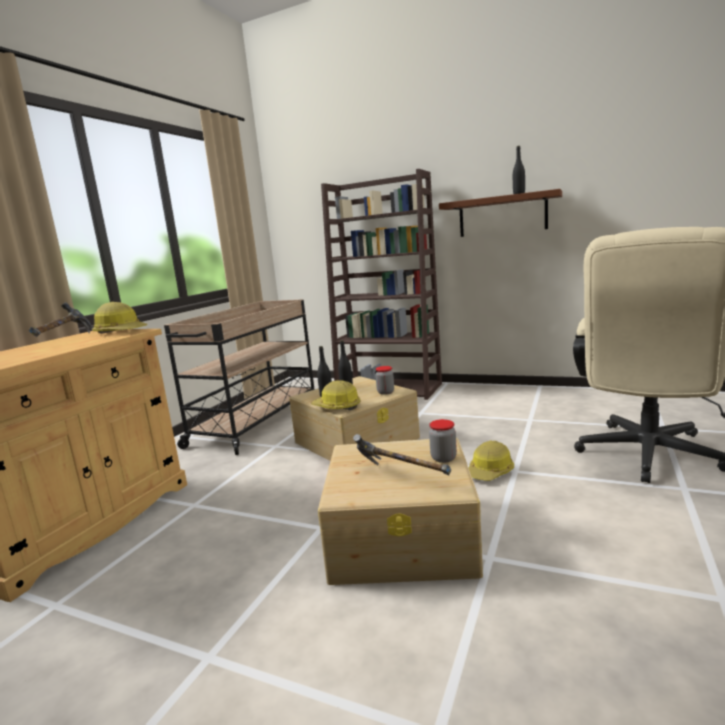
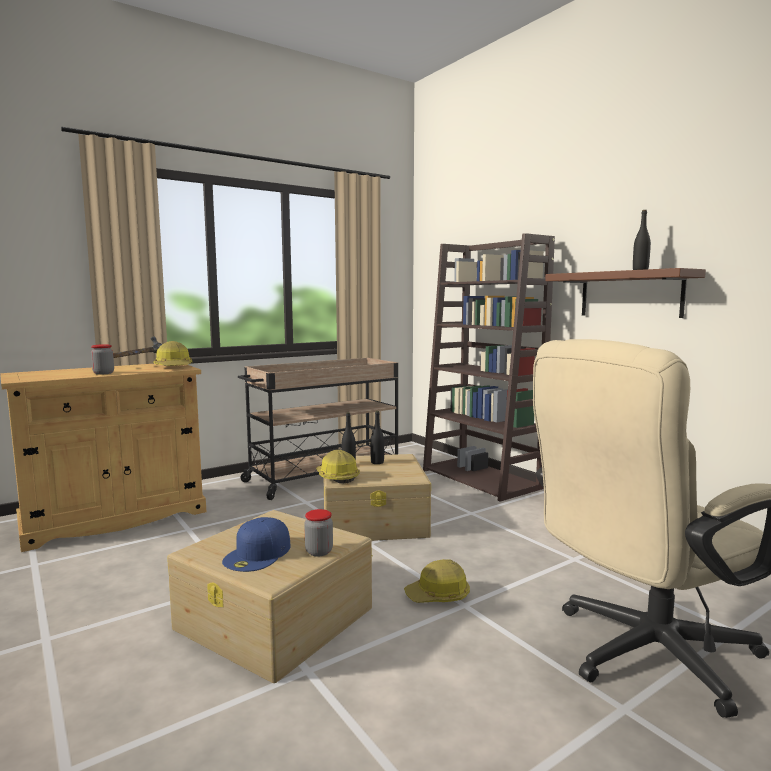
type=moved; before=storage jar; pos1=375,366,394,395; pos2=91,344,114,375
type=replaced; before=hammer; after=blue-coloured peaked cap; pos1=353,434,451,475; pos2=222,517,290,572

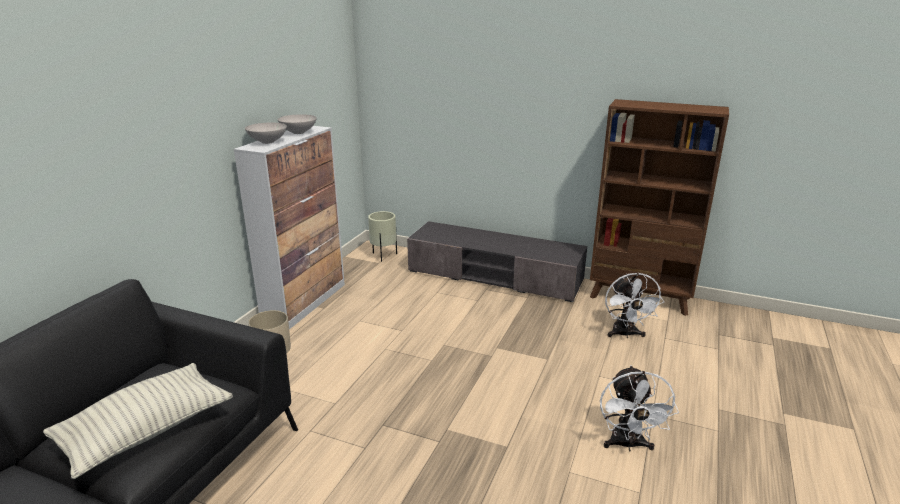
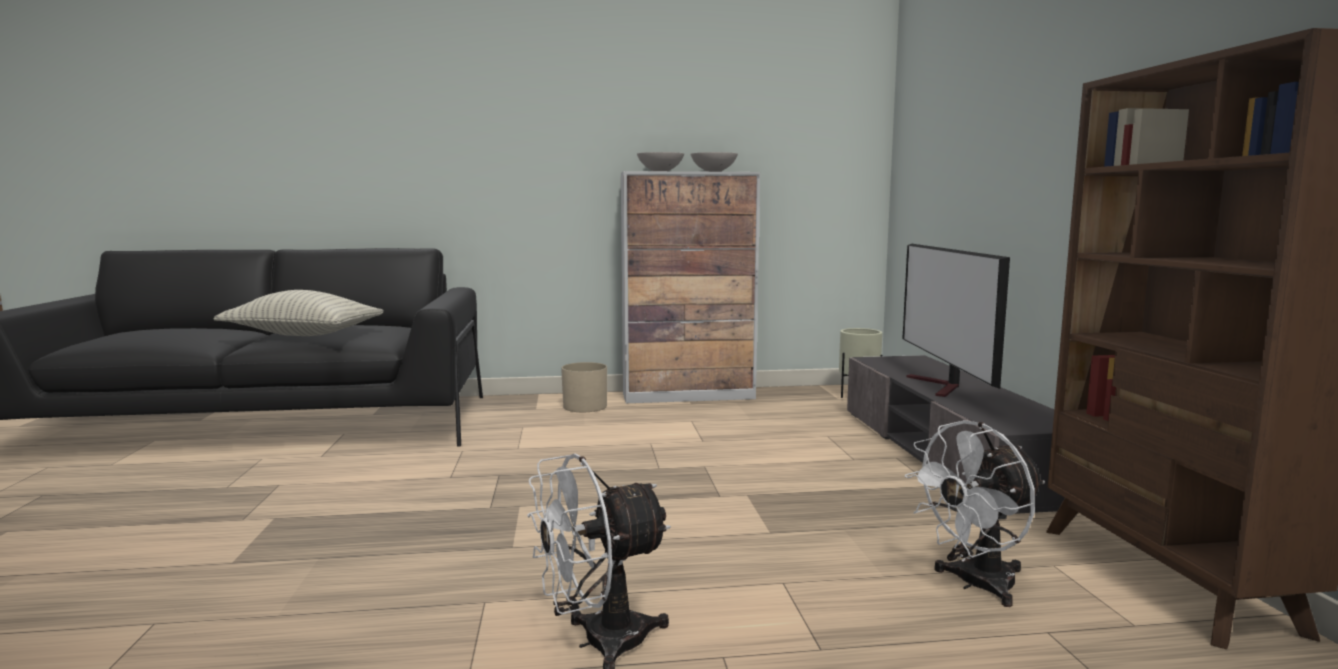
type=added; after=TV set; pos2=902,244,1010,397

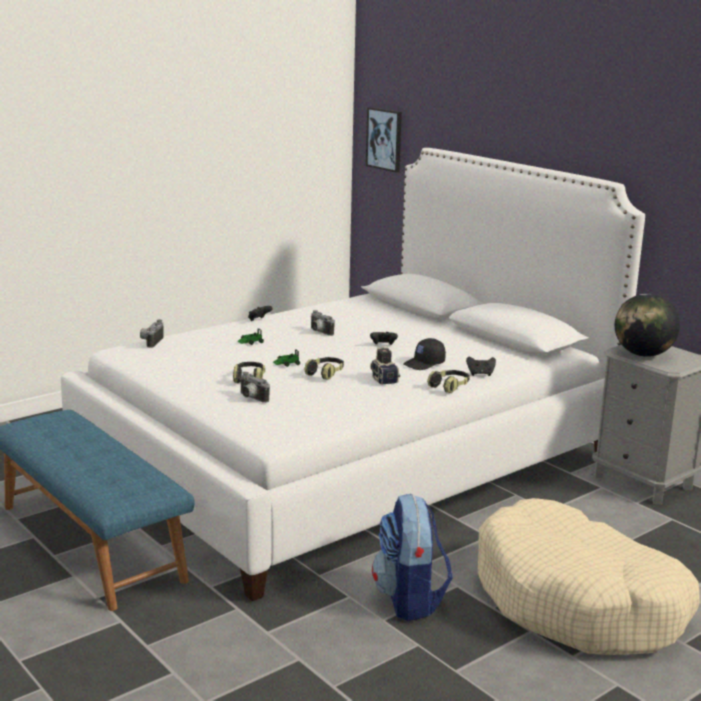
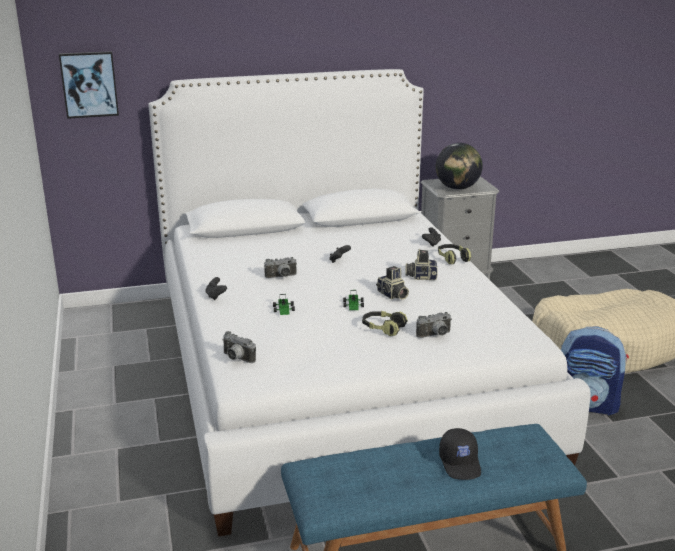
type=replaced; before=headset; after=photo camera; pos1=304,357,344,380; pos2=376,266,409,300
type=moved; before=blackish peaked cap; pos1=403,338,446,370; pos2=439,428,481,480

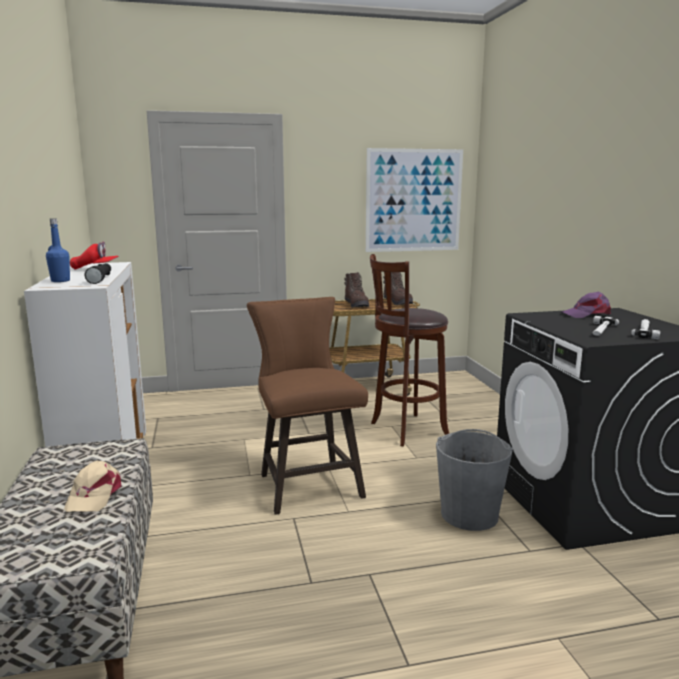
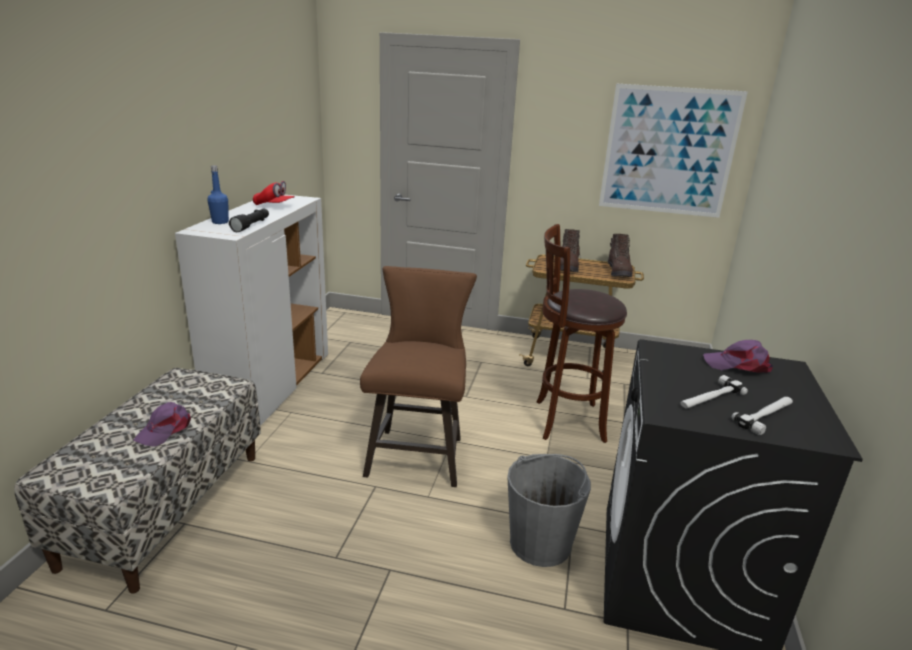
type=recoloured; before=sand-coloured peaked cap; after=purplish peaked cap; pos1=64,461,122,512; pos2=134,402,191,447

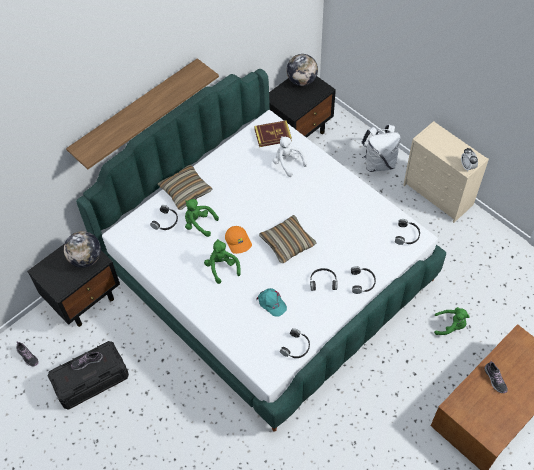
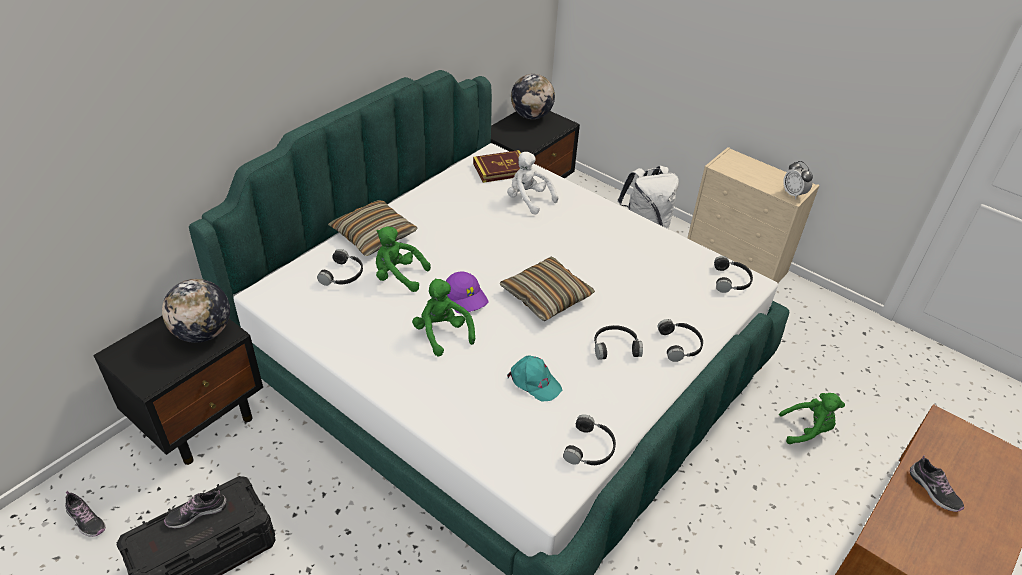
type=recoloured; before=orangey peaked cap; after=purplish peaked cap; pos1=225,226,252,254; pos2=446,272,489,313
type=removed; before=shelf; pos1=66,58,219,170

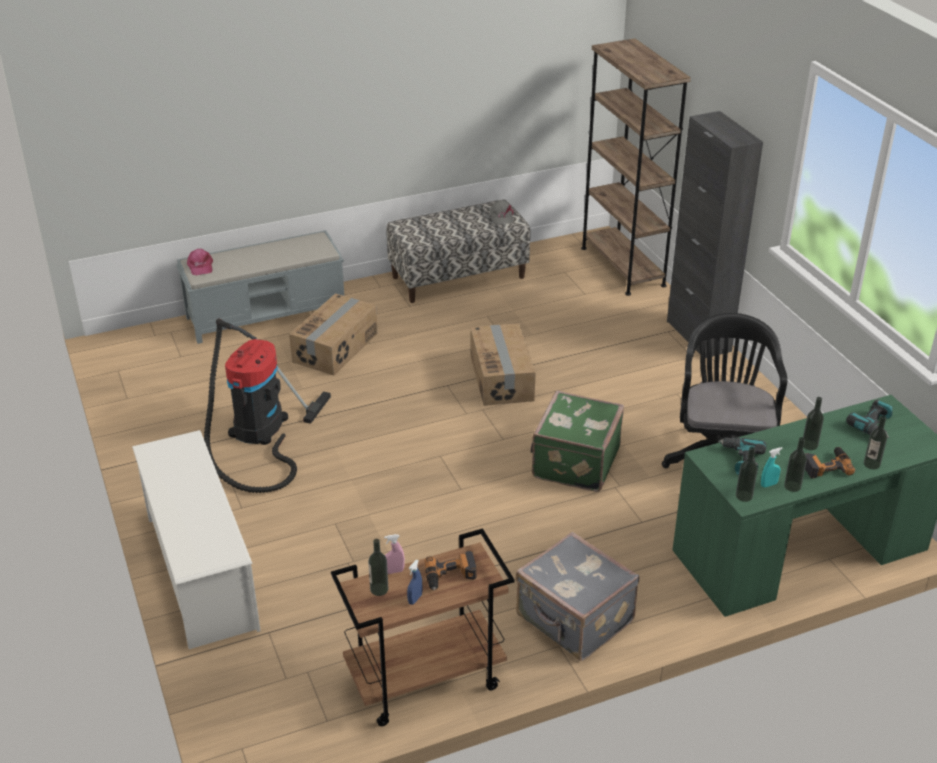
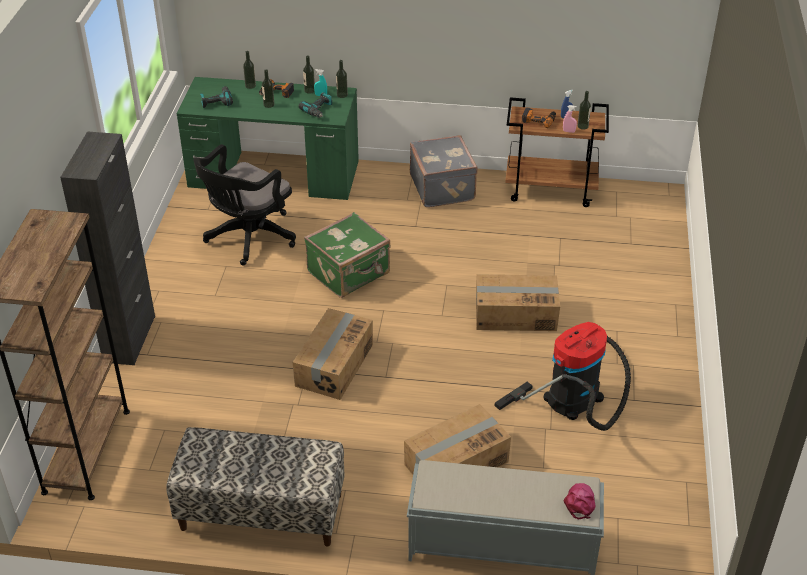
type=added; after=packing box; pos2=476,274,560,331
type=removed; before=white shoe rack; pos1=132,430,261,649
type=removed; before=greyish peaked cap; pos1=490,200,514,224

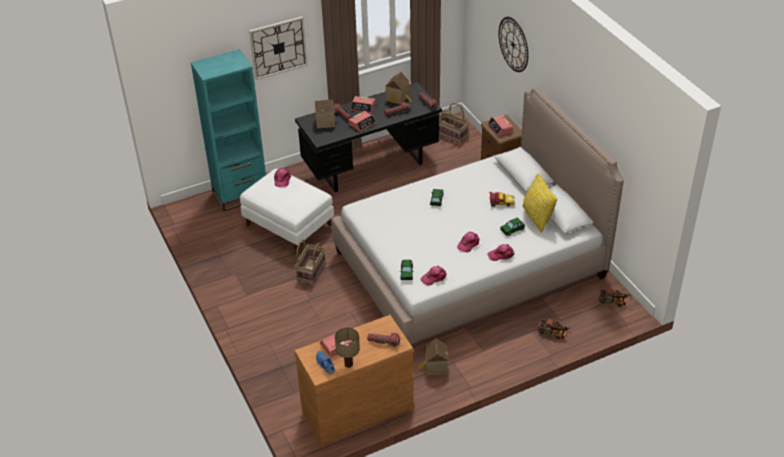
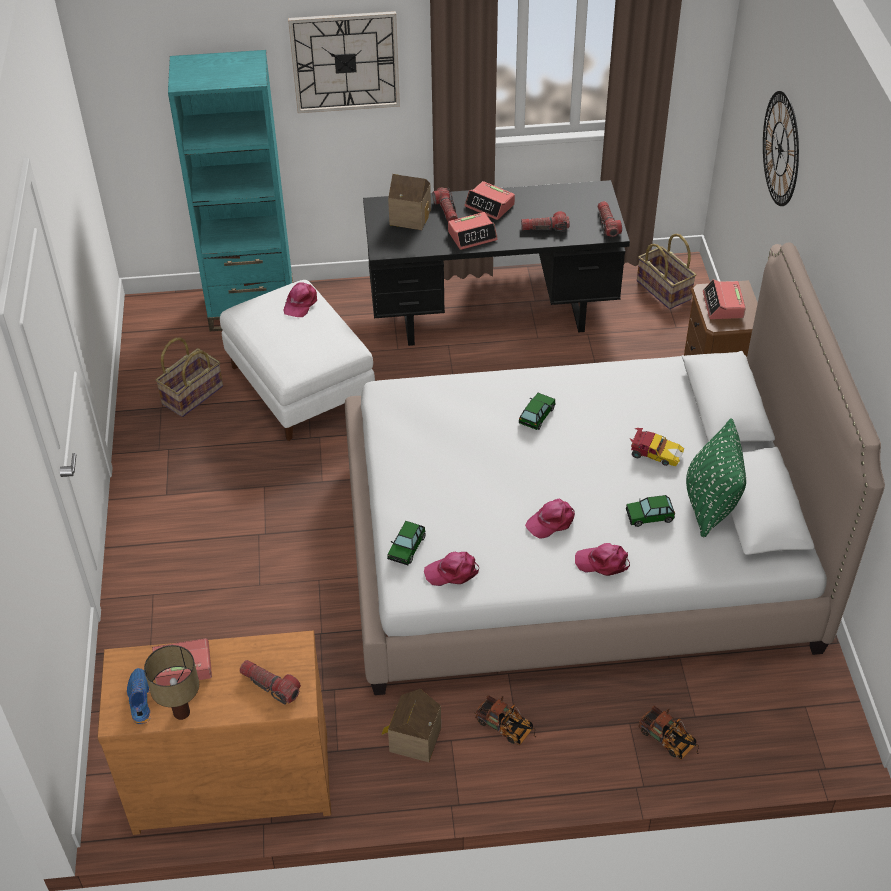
type=moved; before=basket; pos1=295,239,325,284; pos2=155,338,223,417
type=moved; before=model truck; pos1=598,288,632,307; pos2=475,695,536,745
type=recoloured; before=yellow cushion; after=green cushion; pos1=523,173,557,232; pos2=686,418,746,538
type=removed; before=toy house; pos1=385,72,412,104

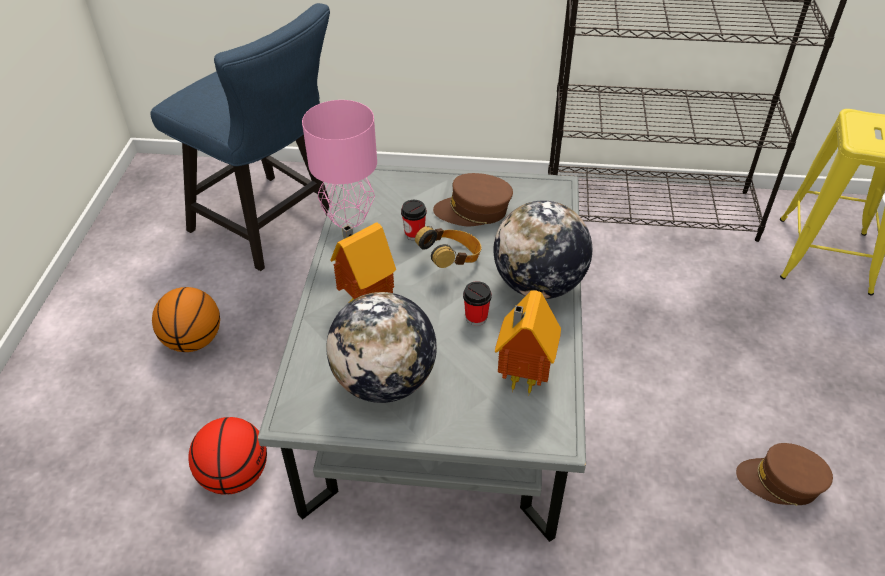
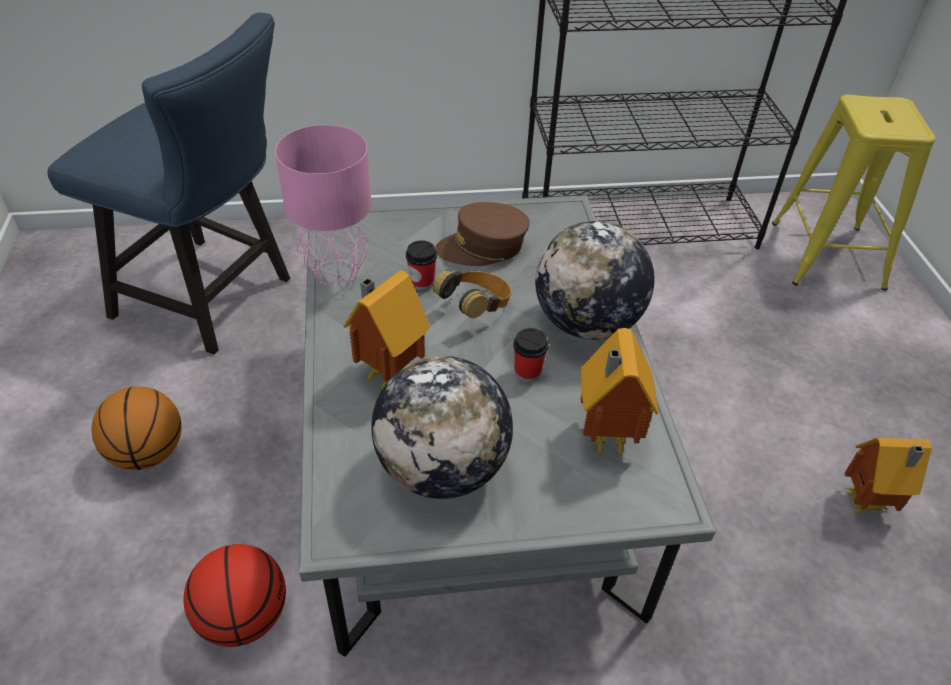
type=replaced; before=brown-coloured peaked cap; after=toy house; pos1=736,443,833,506; pos2=844,438,932,513

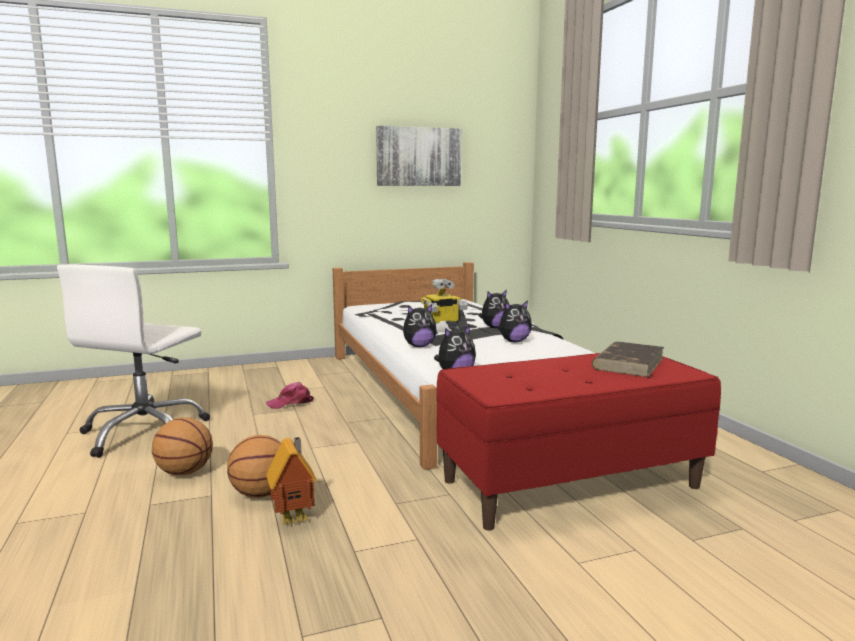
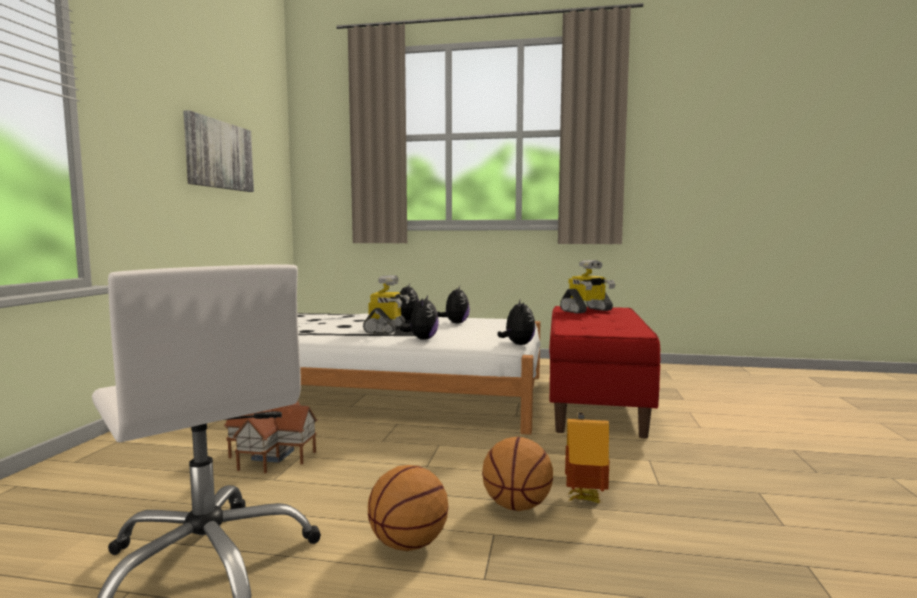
type=replaced; before=pink peaked cap; after=toy house; pos1=266,382,314,409; pos2=224,401,318,473
type=replaced; before=brown-coloured book; after=toy robot; pos1=592,341,664,377; pos2=560,260,615,314

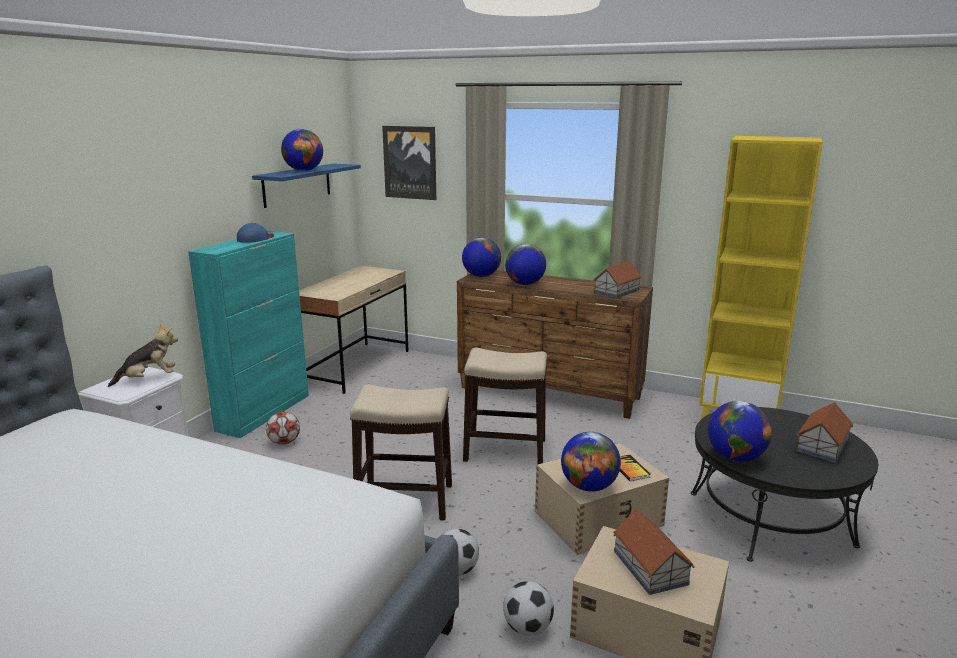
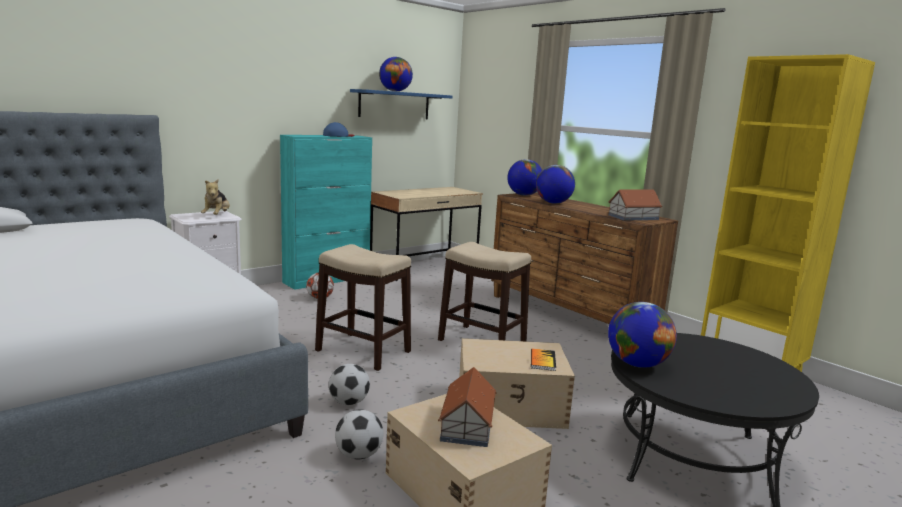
type=turned; before=cuddly toy; pos1=108,324,178,387; pos2=201,179,230,215; turn=90
type=removed; before=wall picture; pos1=382,126,436,200
type=removed; before=world globe; pos1=561,432,621,492
type=removed; before=toy house; pos1=796,402,853,463

